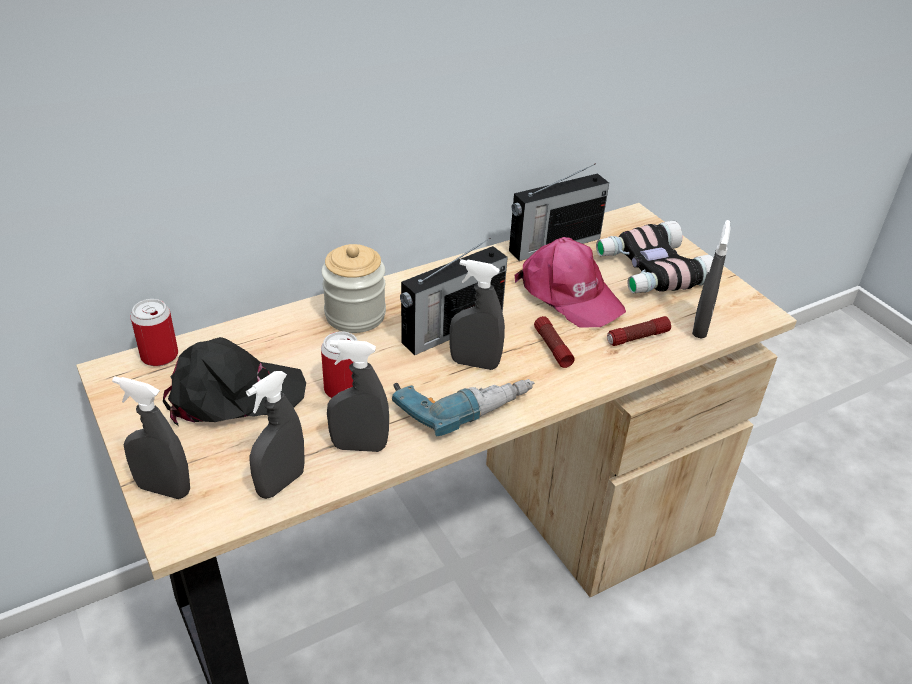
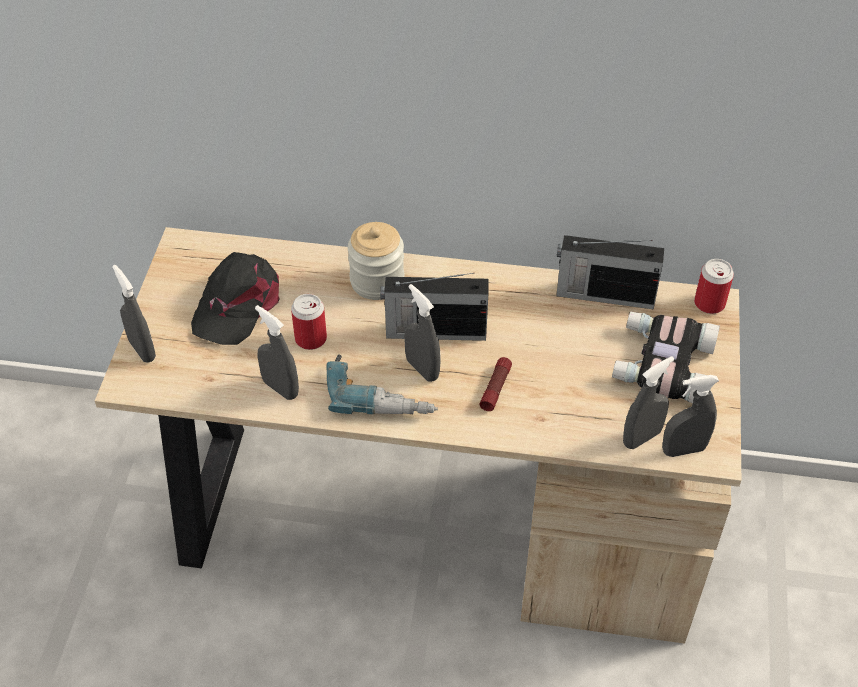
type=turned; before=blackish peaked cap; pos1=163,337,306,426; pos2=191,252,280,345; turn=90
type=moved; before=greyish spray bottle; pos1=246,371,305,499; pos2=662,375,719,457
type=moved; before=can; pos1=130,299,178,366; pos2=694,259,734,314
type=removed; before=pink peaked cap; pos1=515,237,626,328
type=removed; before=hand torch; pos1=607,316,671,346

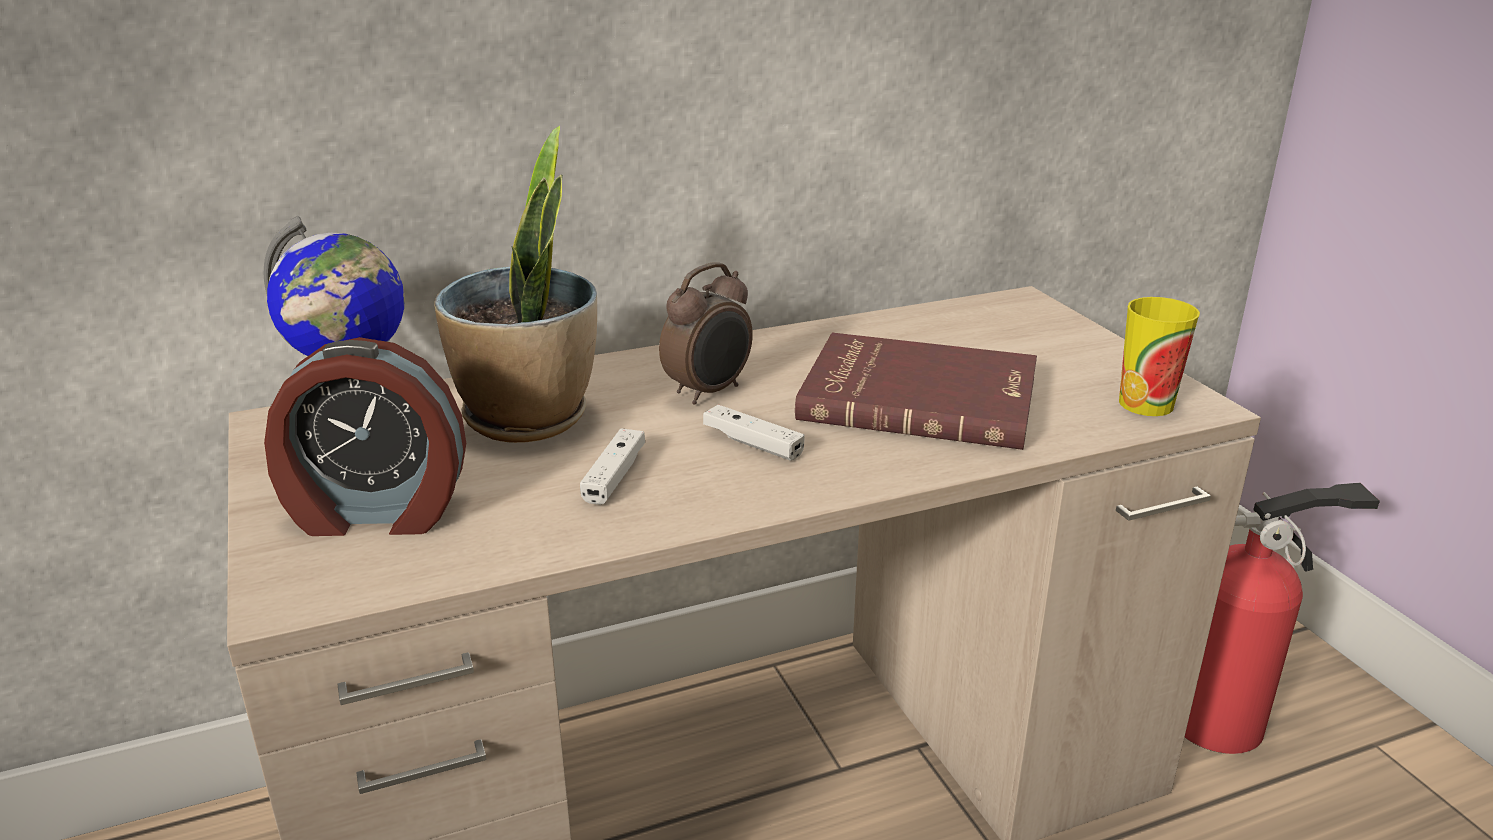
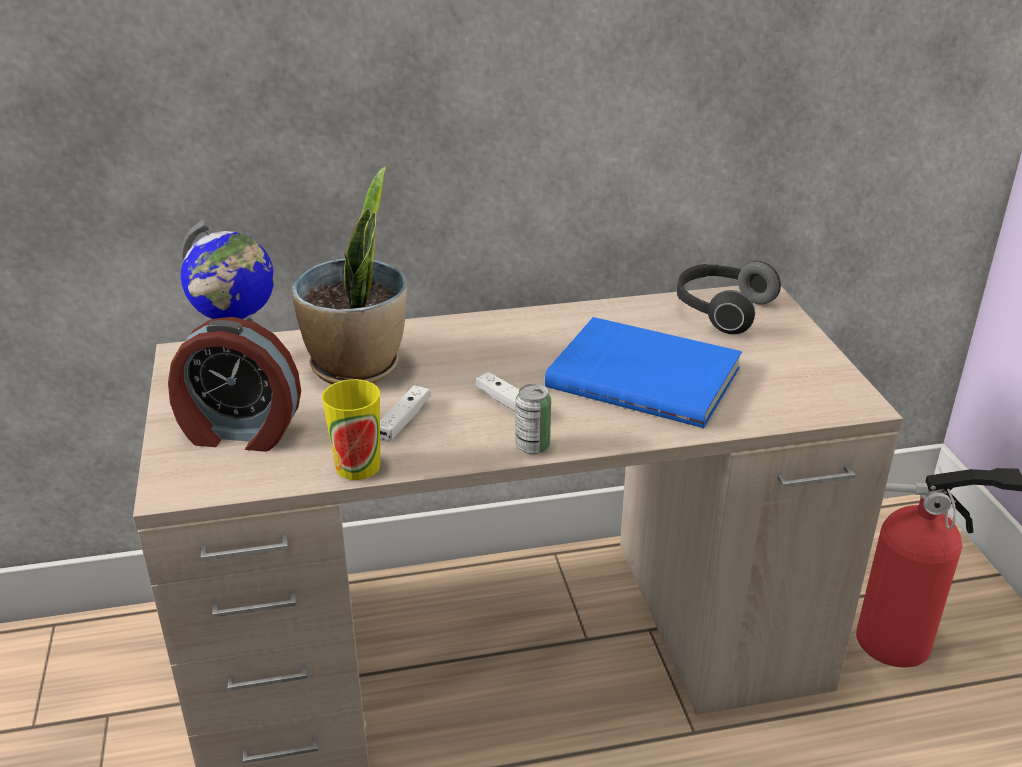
type=moved; before=drinking cup; pos1=1119,297,1200,416; pos2=322,379,380,480
type=added; after=can; pos2=515,384,551,454
type=recoloured; before=red-coloured book; after=blue-coloured book; pos1=795,333,1037,450; pos2=545,317,742,428
type=added; after=headset; pos2=677,261,781,334
type=removed; before=alarm clock; pos1=659,262,753,405

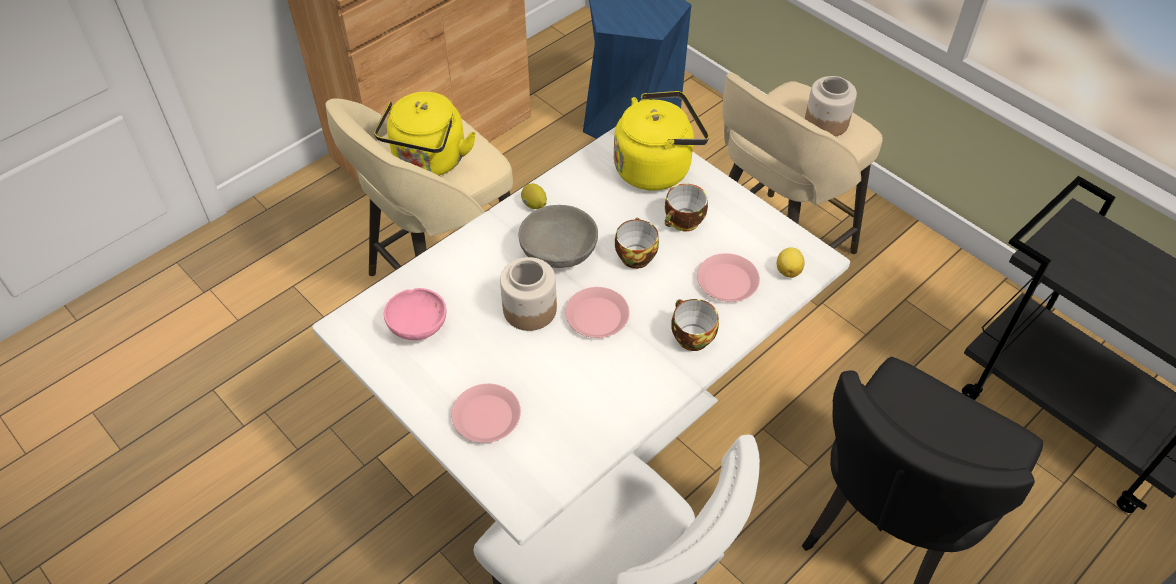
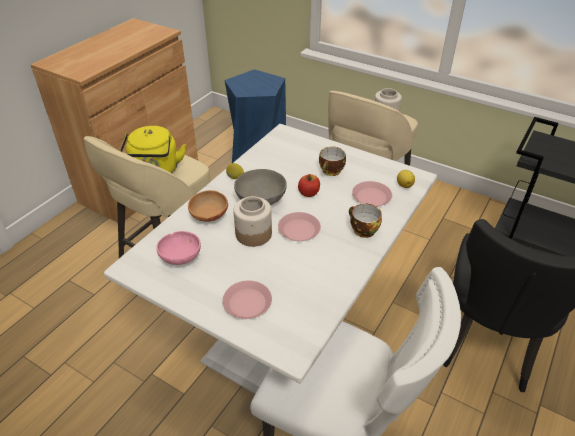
type=added; after=brown-coloured deep dish; pos2=188,190,228,222
type=replaced; before=drinking cup; after=apple; pos1=615,218,659,269; pos2=298,174,320,197
type=removed; before=yellow kettle; pos1=614,91,709,191

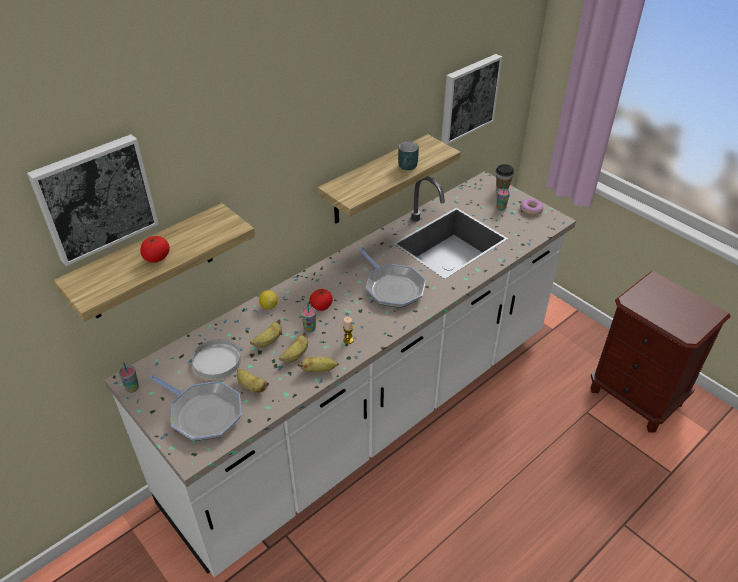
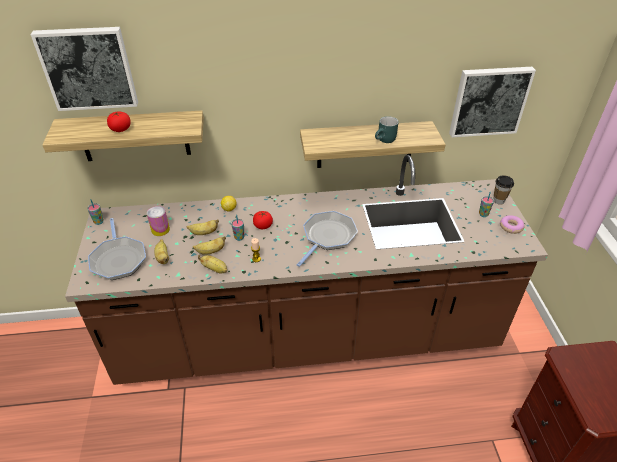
type=recoloured; before=white kitchen counter; after=brown-coloured kitchen counter; pos1=104,171,576,577; pos2=65,155,548,385
type=replaced; before=white plate; after=can; pos1=192,339,241,380; pos2=147,206,170,236
type=turned; before=pan; pos1=359,249,426,308; pos2=297,211,358,267; turn=-150

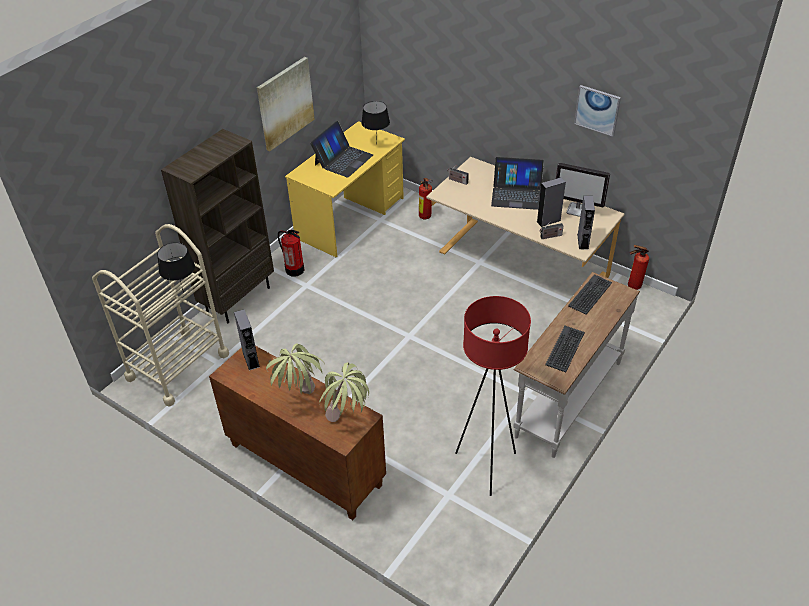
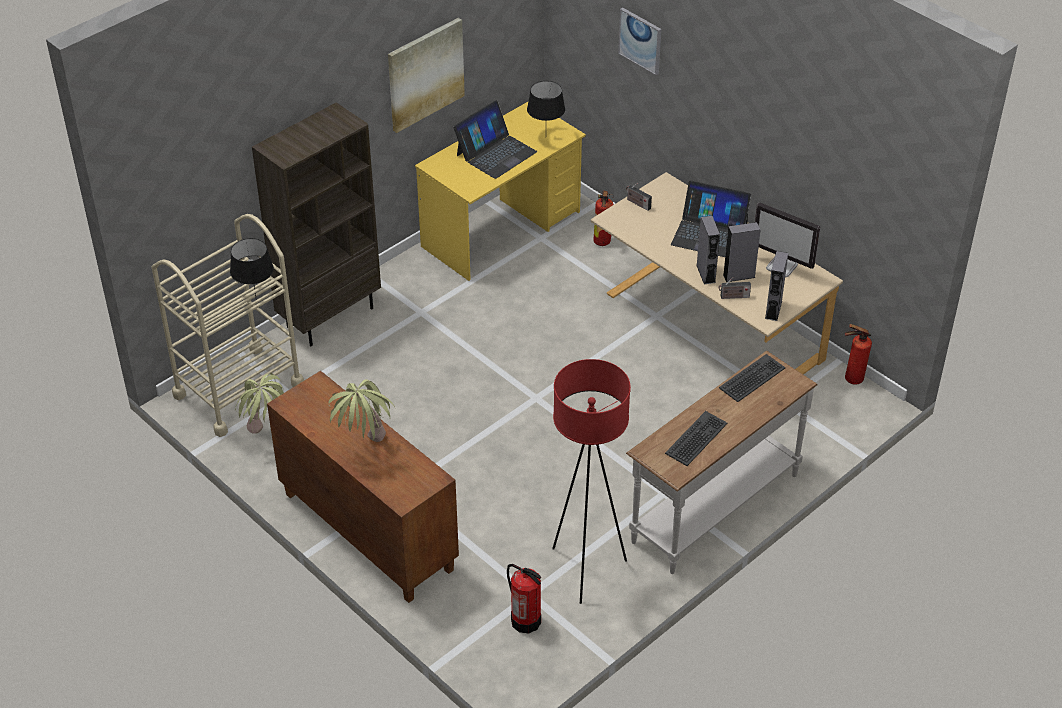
type=moved; before=houseplant; pos1=319,362,369,422; pos2=235,373,284,434
type=moved; before=fire extinguisher; pos1=278,230,304,277; pos2=507,564,541,633
type=moved; before=wall picture; pos1=574,85,621,137; pos2=618,8,661,75
type=moved; before=greyish speaker; pos1=234,309,260,371; pos2=697,216,720,284

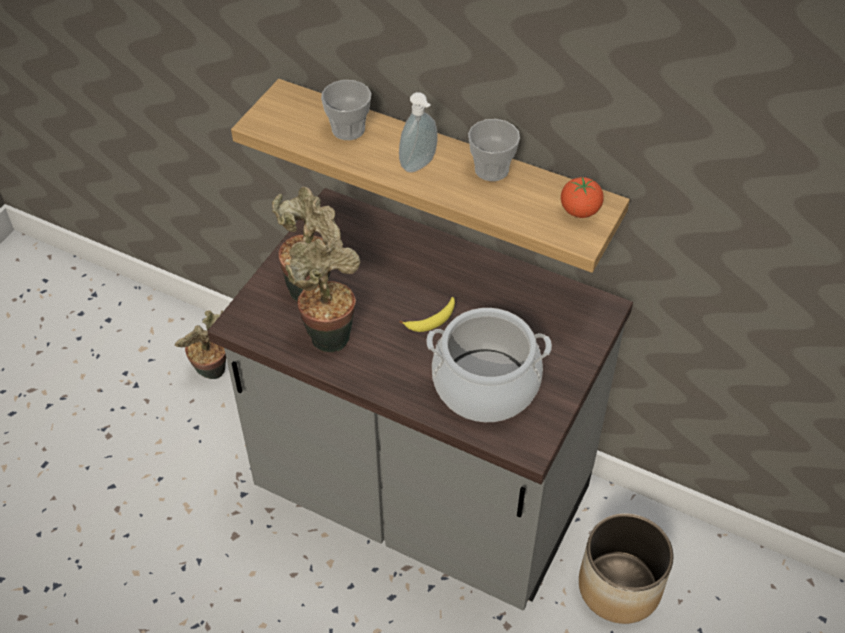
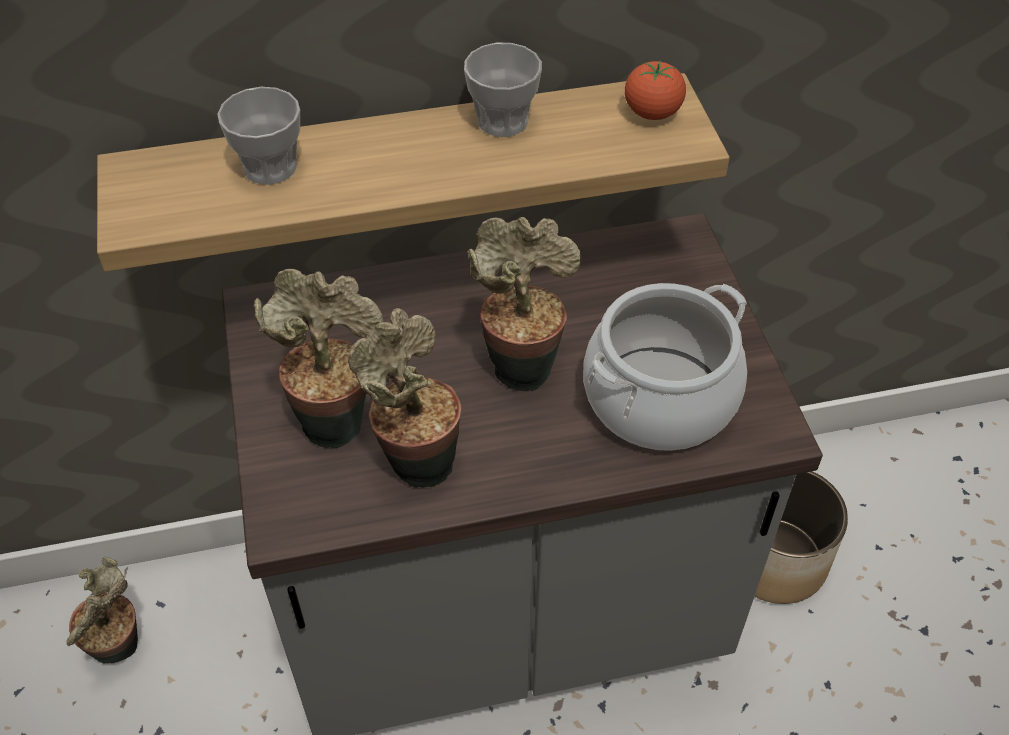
type=replaced; before=banana; after=houseplant; pos1=400,297,455,332; pos2=468,217,582,391
type=removed; before=liquid soap bottle; pos1=399,92,438,173

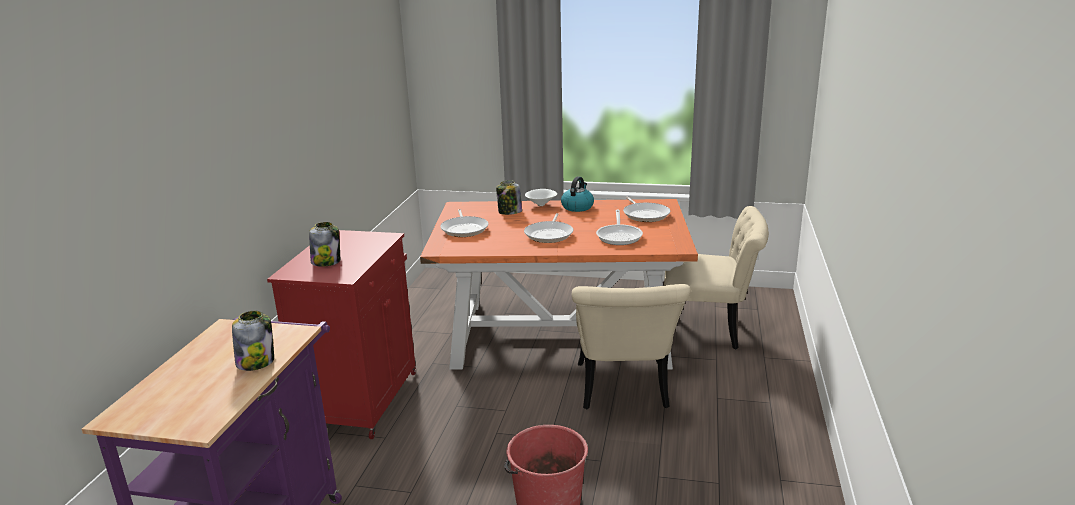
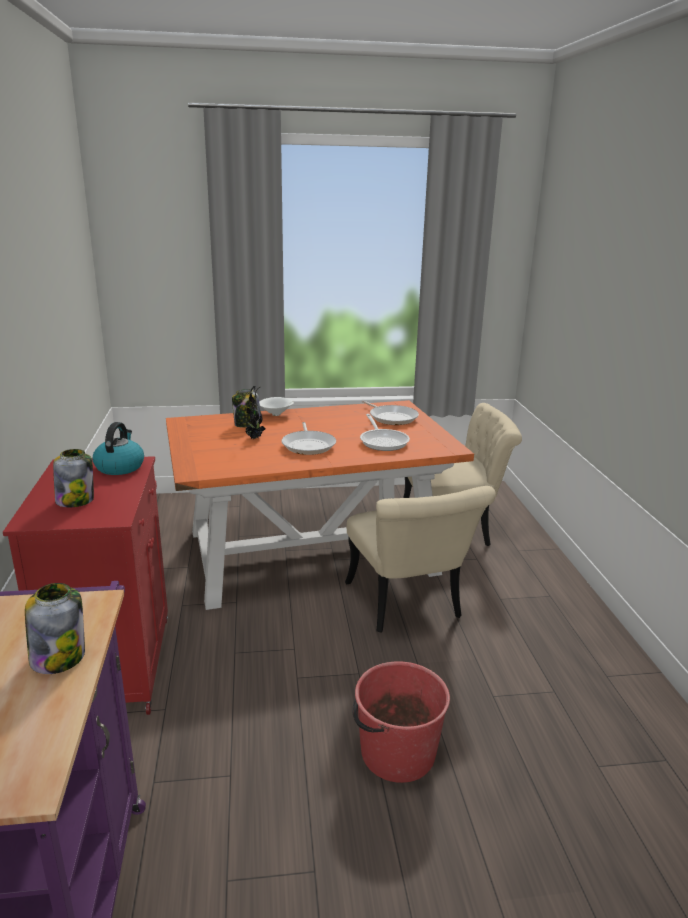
type=moved; before=kettle; pos1=561,176,594,212; pos2=93,422,144,475
type=added; after=houseplant; pos2=245,386,266,439
type=removed; before=pan; pos1=440,209,488,237

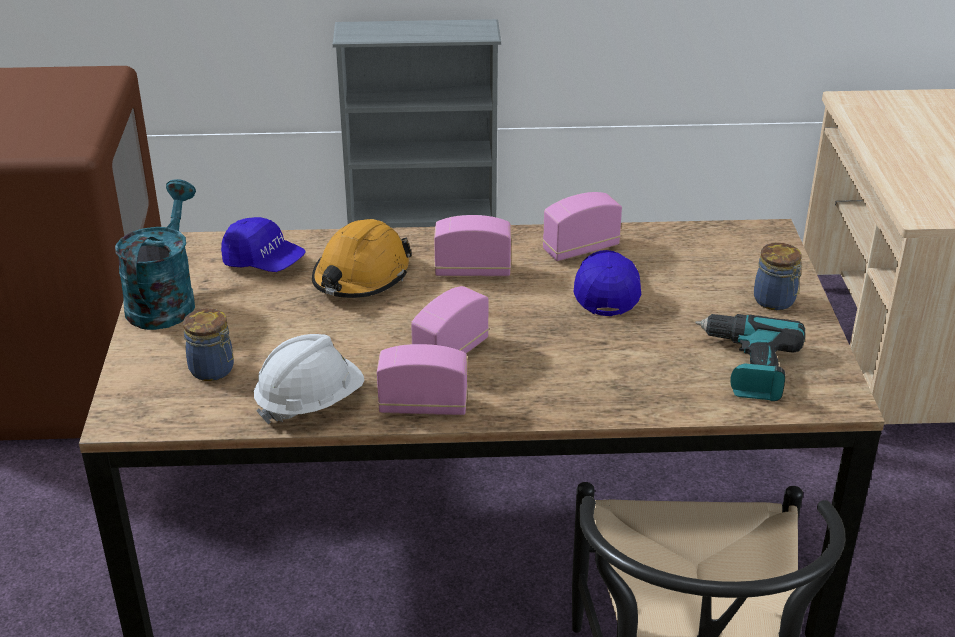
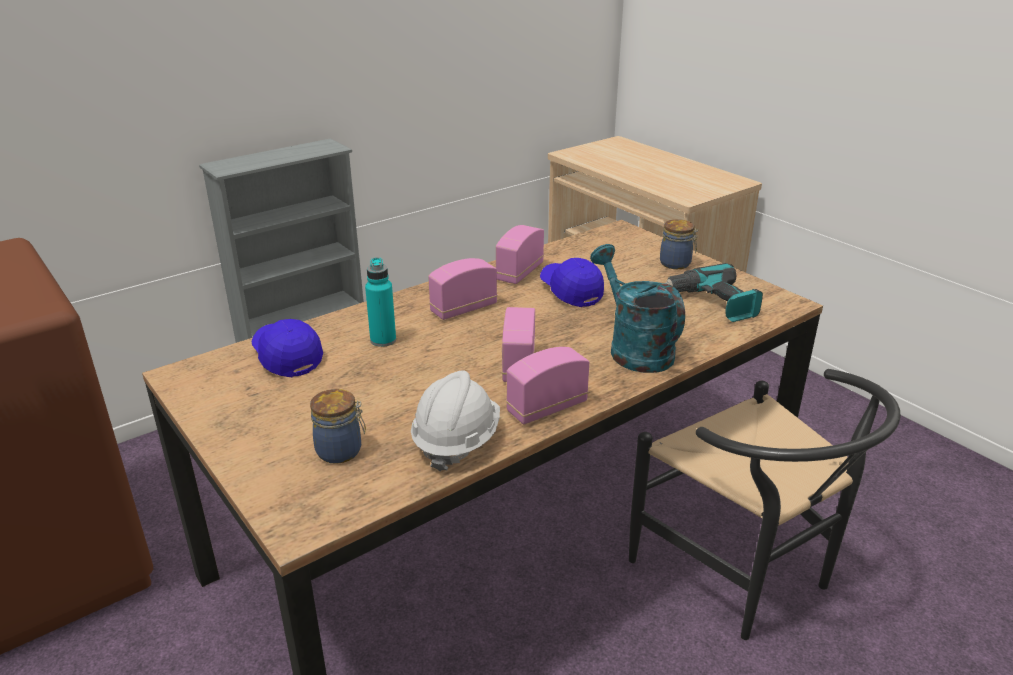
type=turned; before=blue-coloured peaked cap; pos1=221,217,306,272; pos2=251,319,323,378; turn=-120
type=replaced; before=orangey work helmet; after=turquoise drink bottle; pos1=312,219,412,298; pos2=365,257,396,347
type=moved; before=turquoise sprinkling can; pos1=115,179,196,330; pos2=590,244,685,373

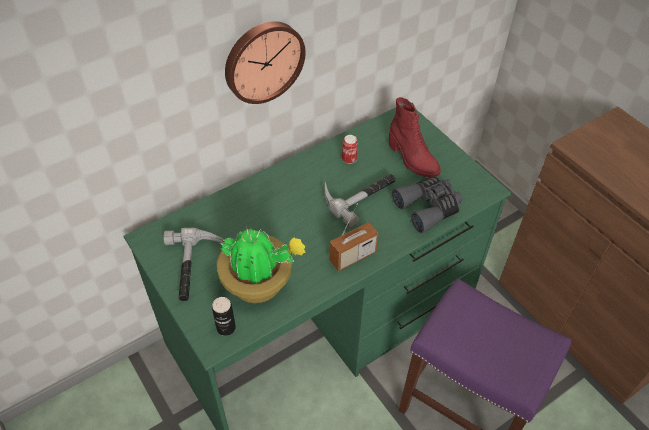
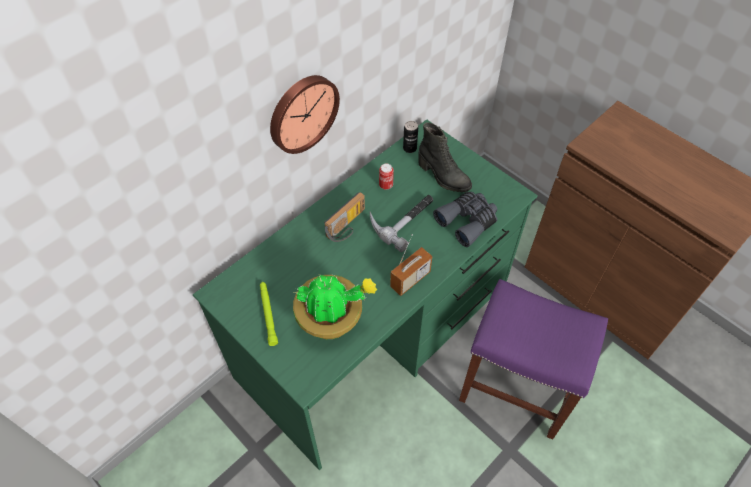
type=replaced; before=hammer; after=green hand torch; pos1=164,228,224,301; pos2=260,282,278,346
type=added; after=radio receiver; pos2=324,192,365,242
type=moved; before=can; pos1=212,297,236,336; pos2=403,121,418,153
type=recoloured; before=red-coloured boot; after=blackish boot; pos1=389,97,441,177; pos2=418,122,472,192

